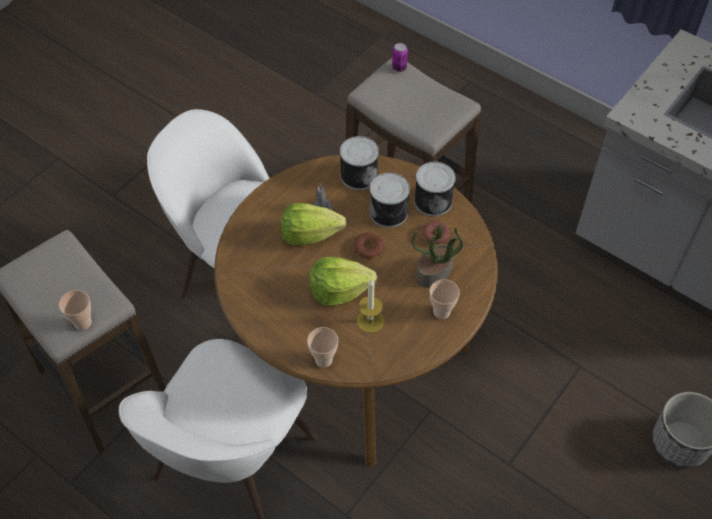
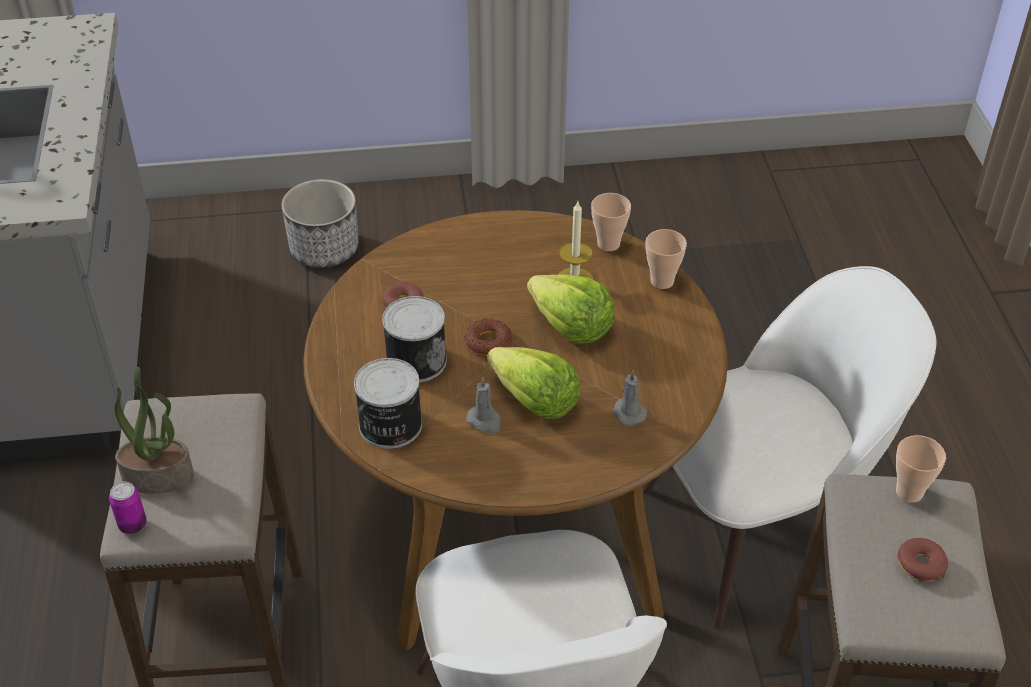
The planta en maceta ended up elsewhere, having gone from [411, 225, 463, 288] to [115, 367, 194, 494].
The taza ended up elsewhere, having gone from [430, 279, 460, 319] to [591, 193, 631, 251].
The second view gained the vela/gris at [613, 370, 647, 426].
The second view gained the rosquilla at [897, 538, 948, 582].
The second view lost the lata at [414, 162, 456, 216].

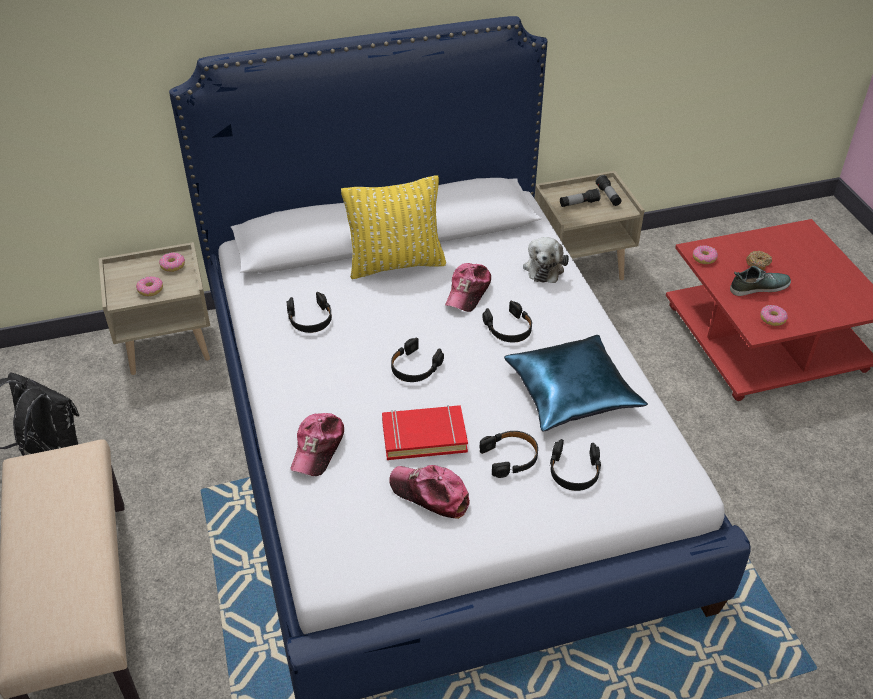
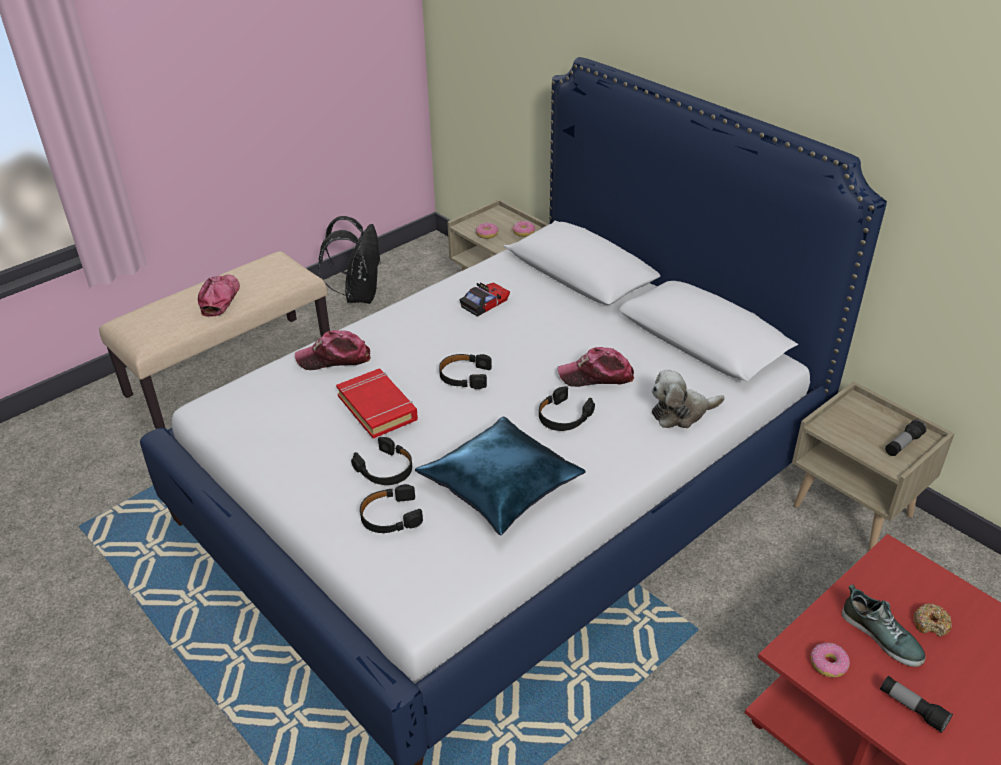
The gorra ended up elsewhere, having gone from [389, 465, 470, 519] to [198, 274, 240, 317].
Where the auriculares/negro stood at [287, 292, 332, 333], the coche de juguete came to stand at [459, 282, 510, 317].
The linterna ended up elsewhere, having gone from [560, 188, 600, 207] to [880, 676, 953, 733].
The second view lost the cojín/amarillo at [341, 176, 446, 279].
The second view lost the rosquilla at [693, 245, 718, 264].

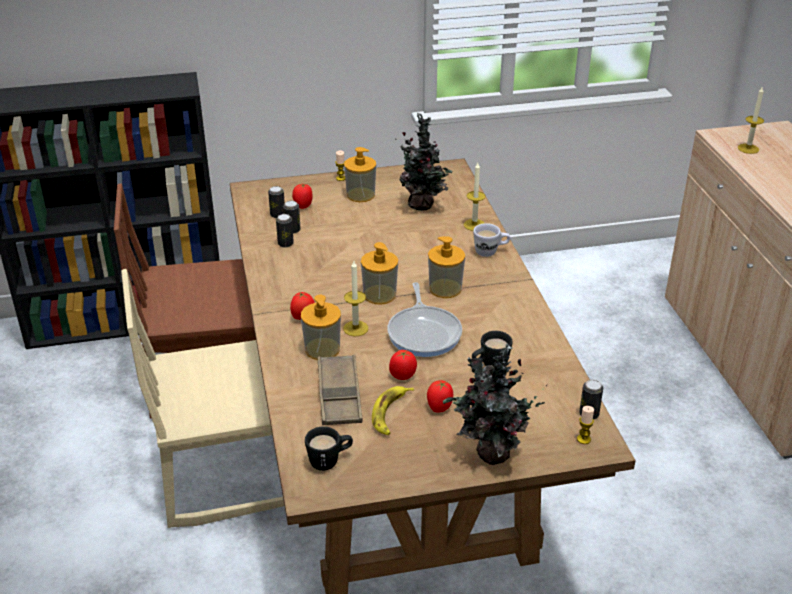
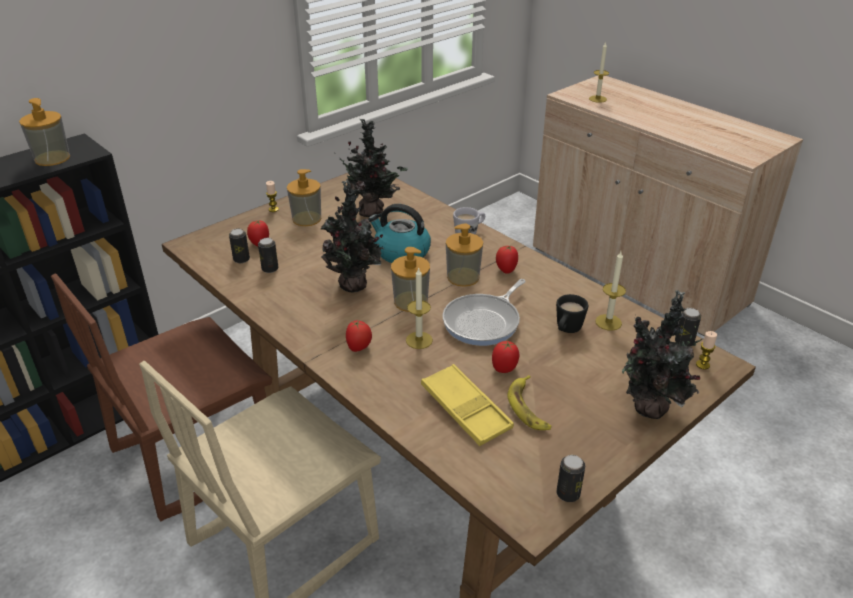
The dispensador de jabón ended up elsewhere, having gone from [301, 295, 341, 360] to [19, 98, 70, 166].
The second view gained the planta en maceta at [321, 180, 384, 292].
The second view gained the hervidor at [368, 204, 431, 263].
What was the bandeja/marrón at [318, 355, 362, 425] turned into the bandeja/amarillo at [421, 364, 514, 446].
The sartén at [387, 282, 462, 357] ended up facing another way, 75 degrees clockwise from before.
The tomate ended up elsewhere, having gone from [427, 380, 453, 413] to [496, 245, 518, 274].
The lata ended up elsewhere, having gone from [276, 214, 294, 248] to [557, 455, 585, 502].
The vela ended up elsewhere, having gone from [464, 163, 486, 231] to [595, 251, 626, 331].
The second view lost the taza grande/negro at [305, 426, 353, 471].

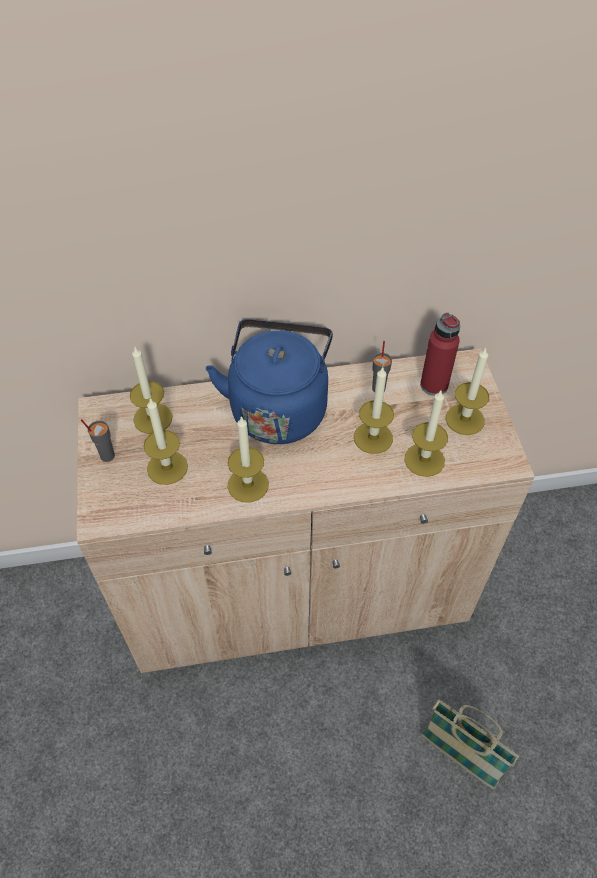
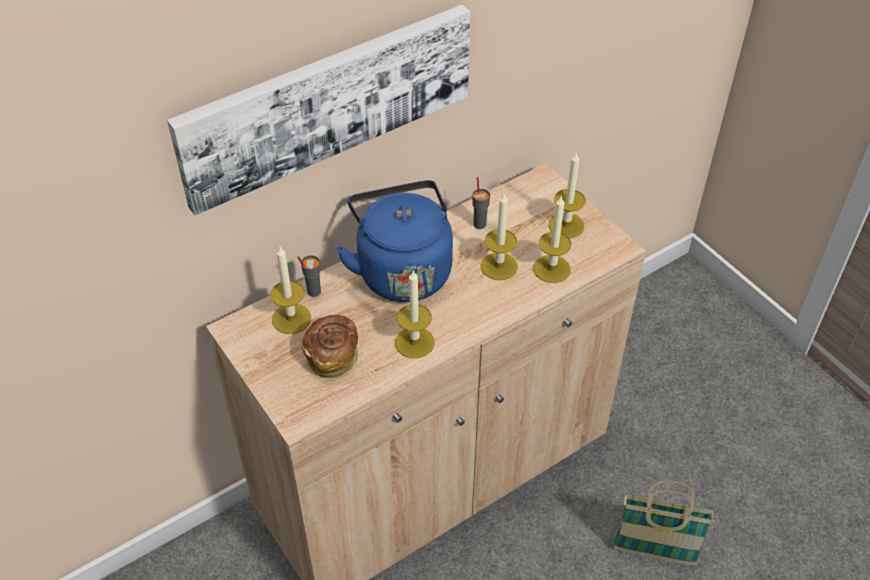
The second view gained the cuadro at [167, 5, 470, 215].
The taza/gris ended up elsewhere, having gone from [81, 419, 115, 462] to [298, 255, 321, 297].
Where the vela stood at [143, 398, 188, 485], the pan came to stand at [302, 315, 358, 378].
The second view lost the botella/rojo at [420, 312, 460, 396].

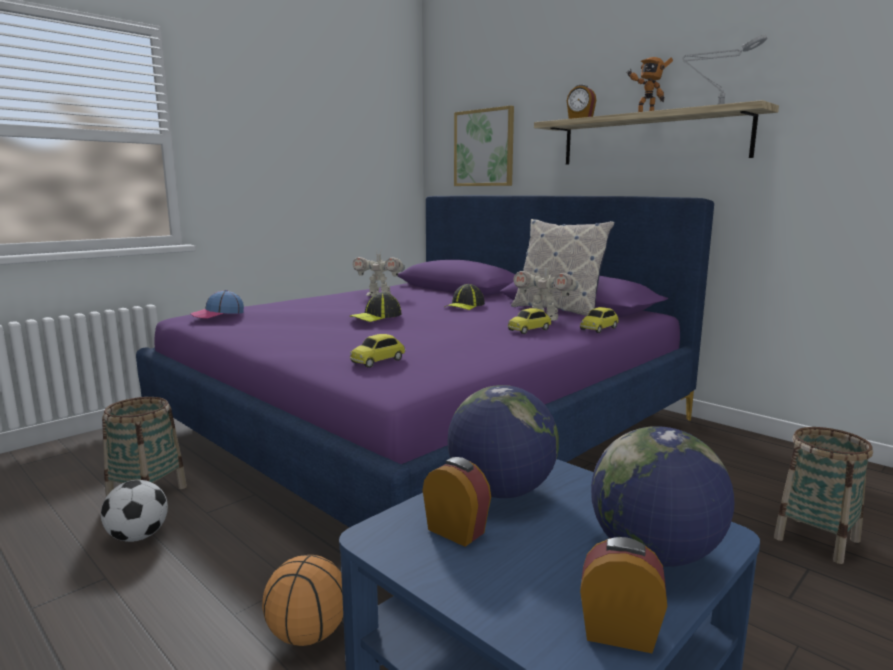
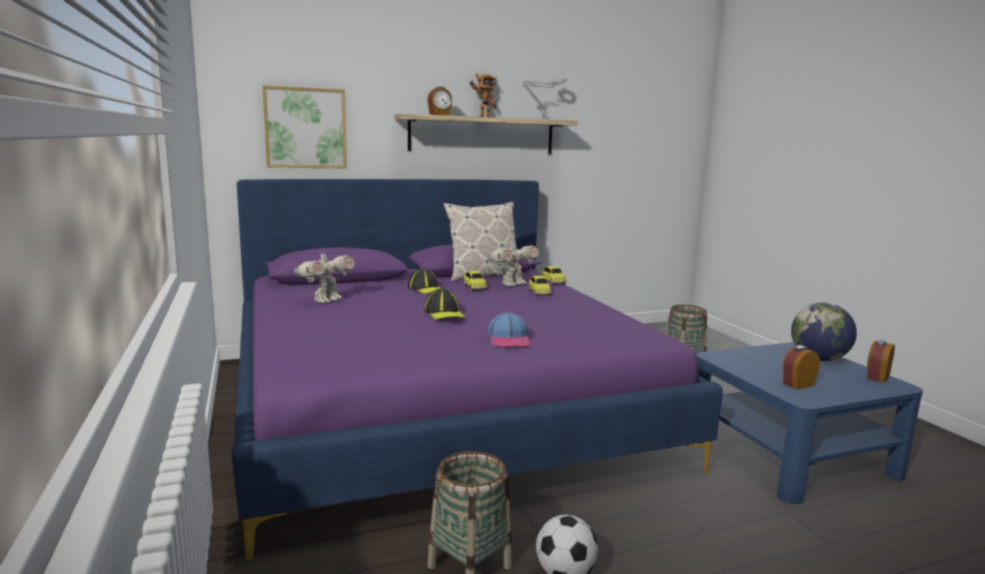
The coche de juguete ended up elsewhere, having gone from [350, 334, 405, 368] to [464, 271, 487, 291].
The gorra ended up elsewhere, having gone from [190, 290, 244, 319] to [488, 312, 530, 347].
The second view lost the balón de baloncesto at [262, 555, 343, 646].
The second view lost the globo terráqueo at [447, 385, 559, 498].

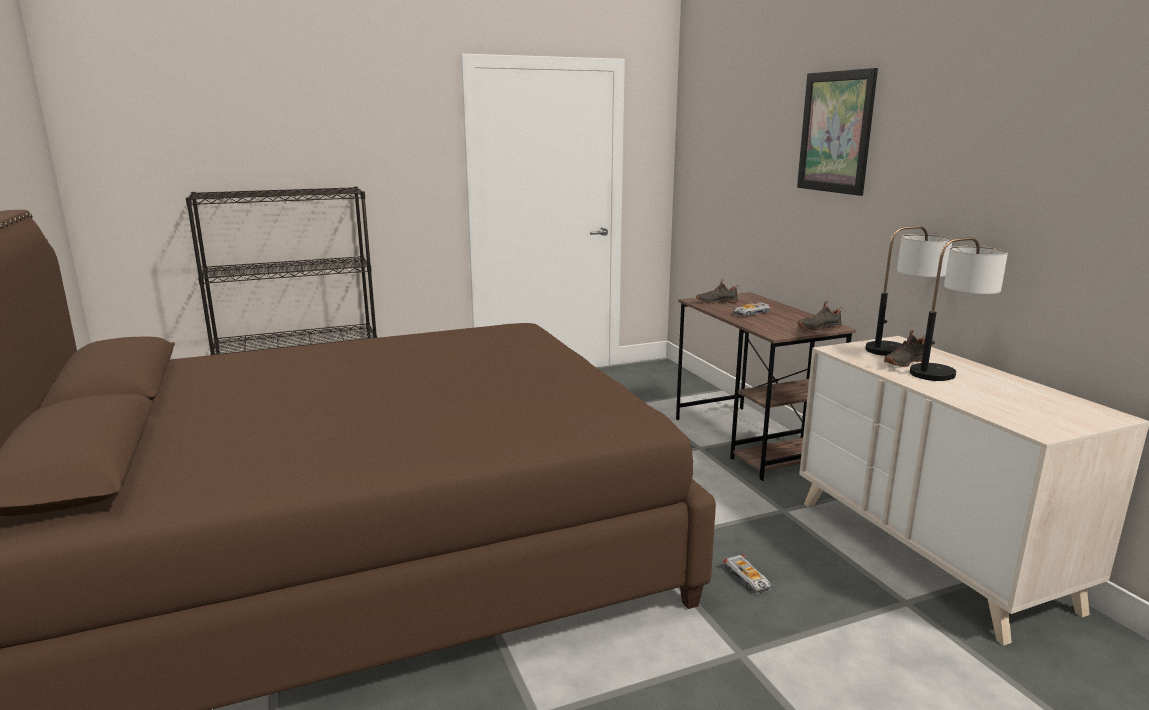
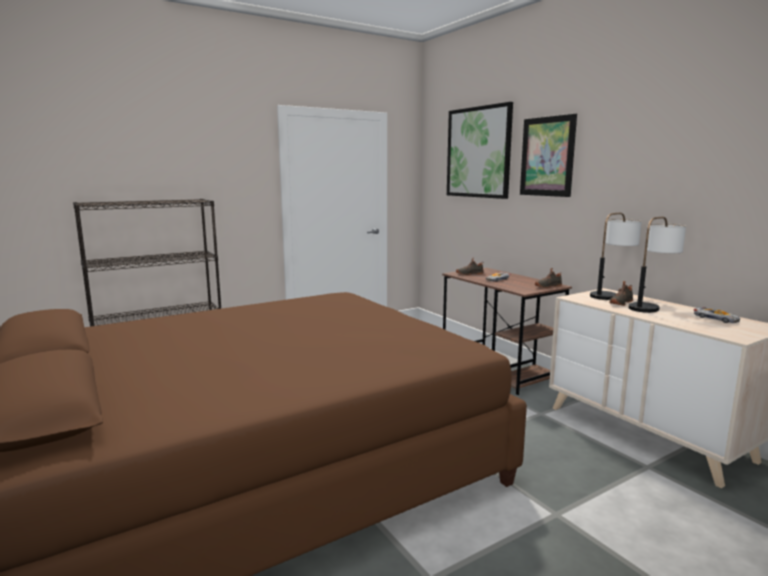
The second view gained the cuadro at [447, 102, 513, 199].
The coche de juguete ended up elsewhere, having gone from [722, 554, 771, 594] to [693, 307, 740, 323].

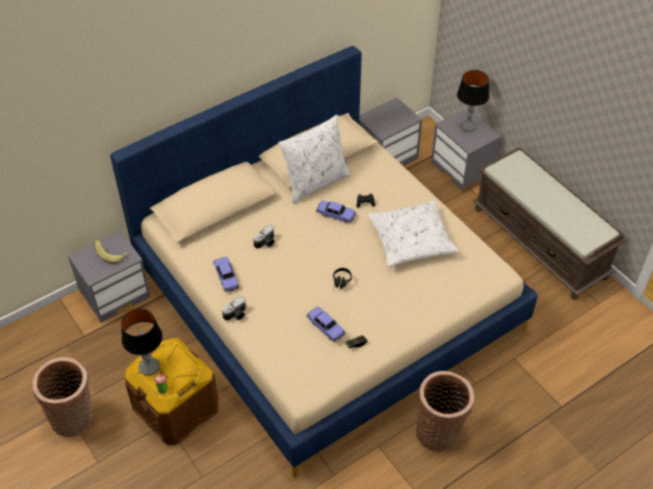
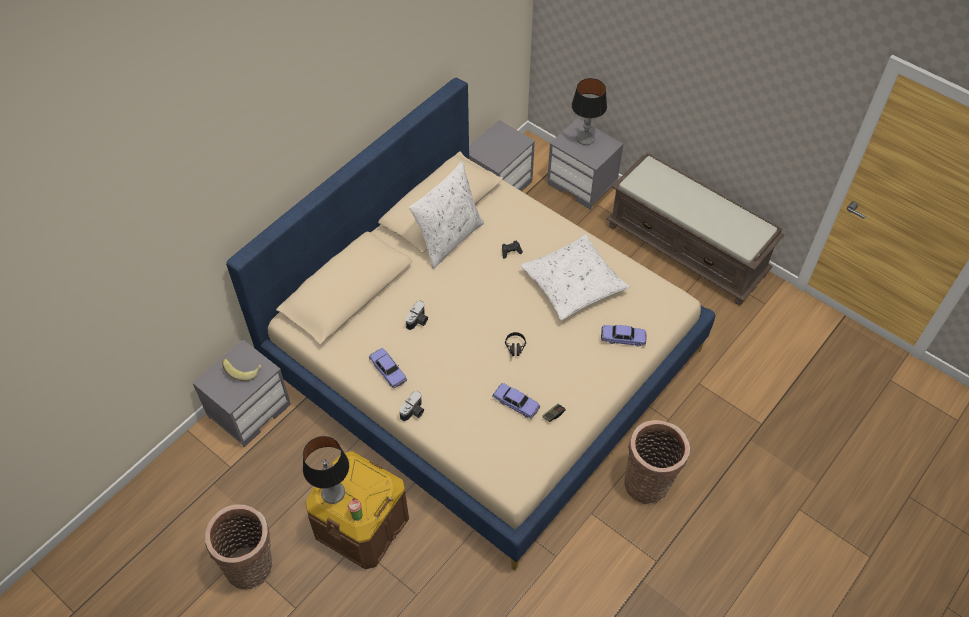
The coche de juguete ended up elsewhere, having gone from [316, 200, 356, 223] to [601, 325, 646, 347].

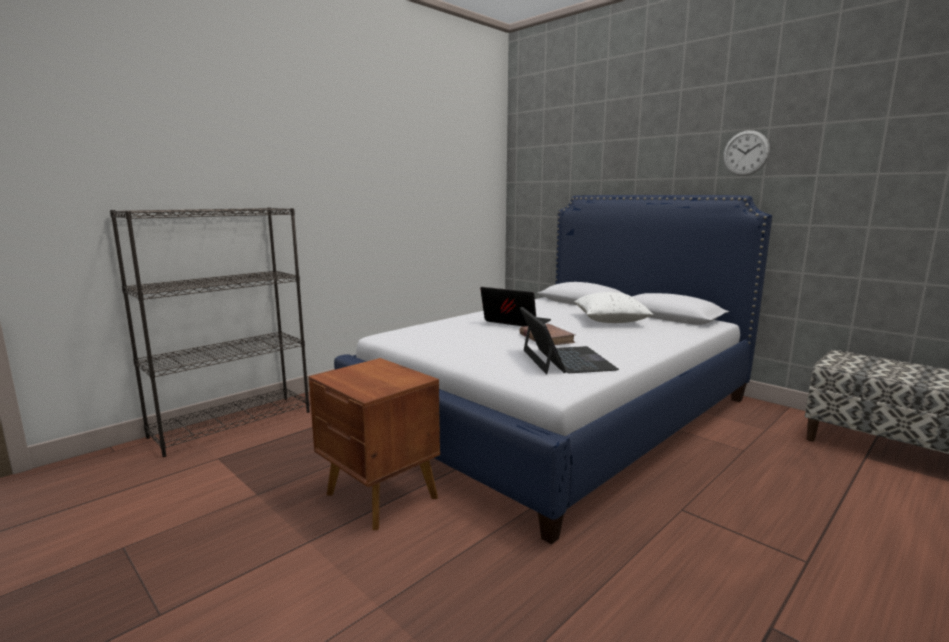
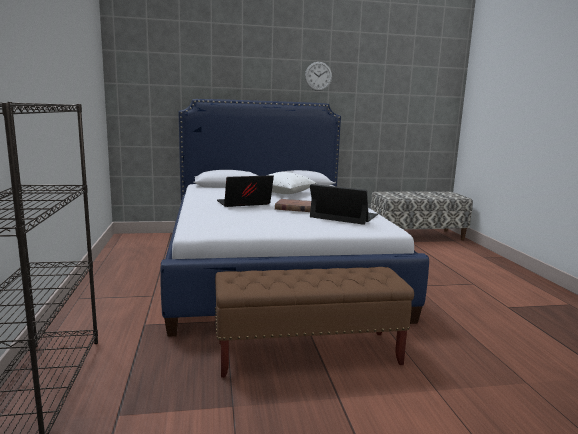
Where the mesita de noche/marrón stood at [309, 358, 440, 530], the banco/marrón came to stand at [215, 267, 414, 378].

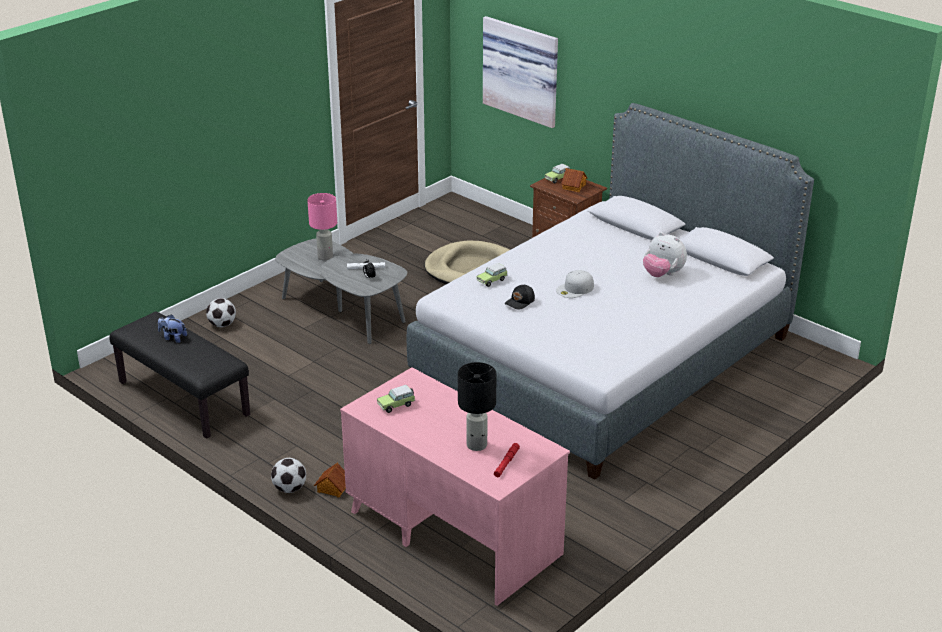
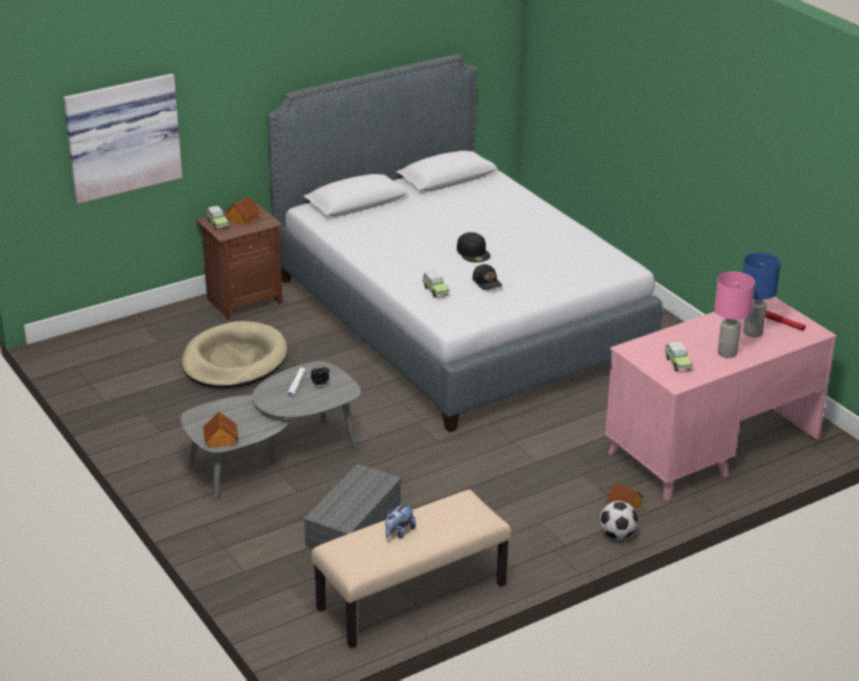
The second view gained the casita at [203, 412, 238, 448].
The second view gained the caja de almacenaje/gris at [304, 463, 402, 549].
What was the banco/negro at [109, 311, 250, 439] turned into the banco/beis at [311, 490, 511, 648].
What was the gorra/blanco at [556, 270, 594, 298] turned into the gorra/negro at [457, 232, 491, 262].
The lámpara de mesa/rosa ended up elsewhere, having gone from [307, 193, 337, 261] to [714, 272, 755, 358].
What was the lámpara de mesa/negro at [458, 362, 497, 451] turned into the lámpara de mesa/azul at [742, 253, 781, 337].
The second view lost the balón de fútbol at [206, 298, 236, 327].
The second view lost the peluche at [643, 232, 687, 277].

